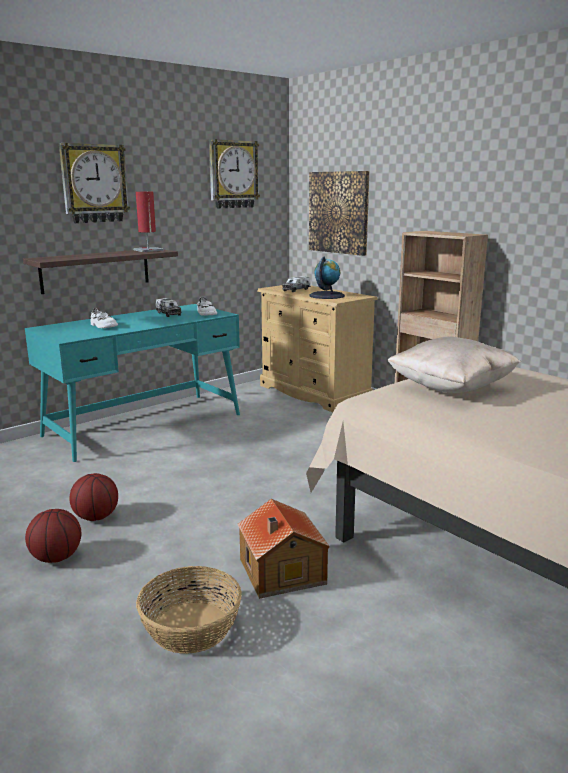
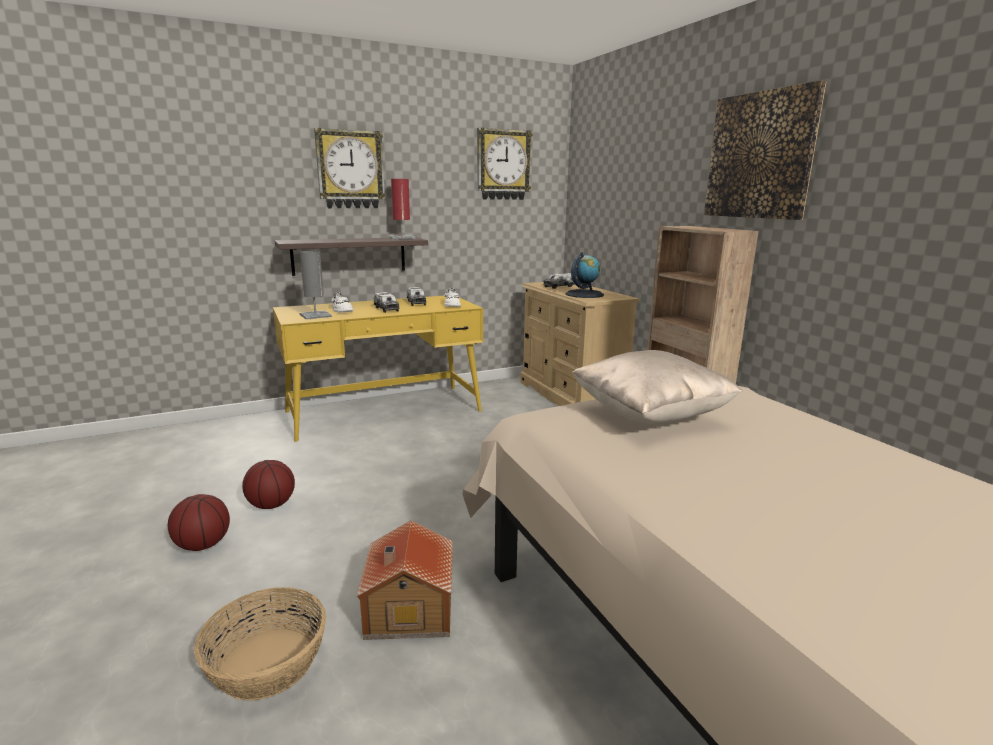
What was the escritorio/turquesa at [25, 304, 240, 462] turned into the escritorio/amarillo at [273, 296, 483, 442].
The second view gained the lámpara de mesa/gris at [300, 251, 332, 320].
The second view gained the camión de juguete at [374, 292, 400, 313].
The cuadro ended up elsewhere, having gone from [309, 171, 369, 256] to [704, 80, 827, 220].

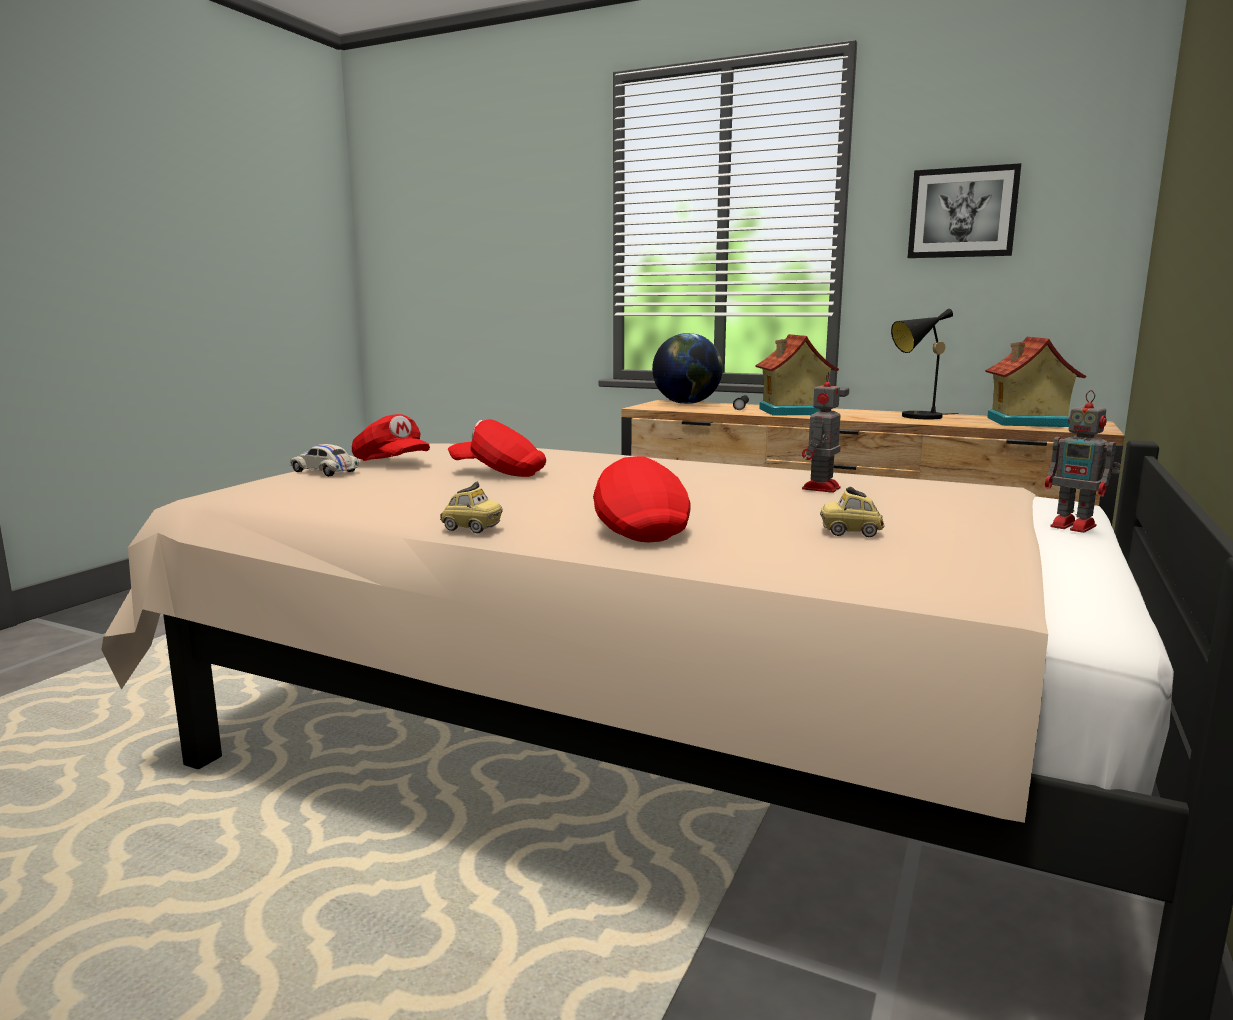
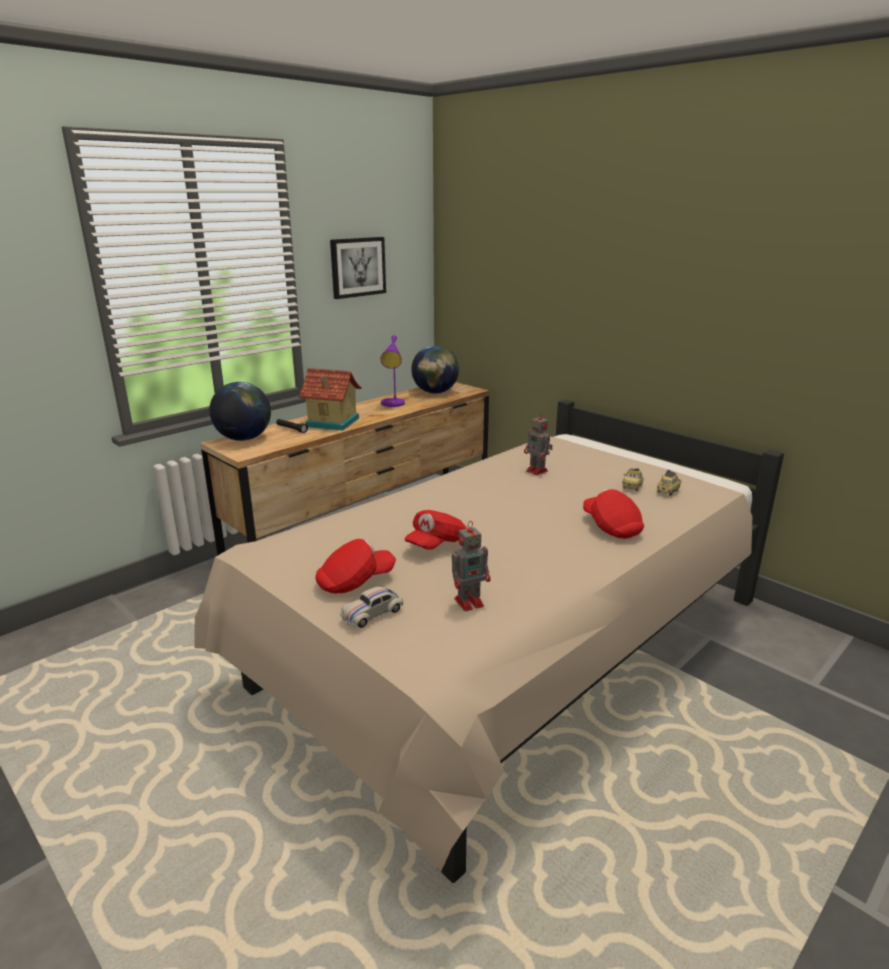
What was the lámpara de mesa/negro at [891, 308, 958, 420] turned into the lámpara de mesa/morado at [380, 335, 405, 407].
Where the casita stood at [985, 337, 1086, 427], the globo terráqueo came to stand at [411, 345, 459, 393].
The robot de juguete ended up elsewhere, having gone from [1045, 390, 1121, 533] to [452, 521, 491, 611].
The gorra/rojo at [593, 456, 691, 542] ended up facing another way, 60 degrees clockwise from before.
The coche de juguete ended up elsewhere, having gone from [440, 482, 503, 533] to [657, 470, 681, 496].

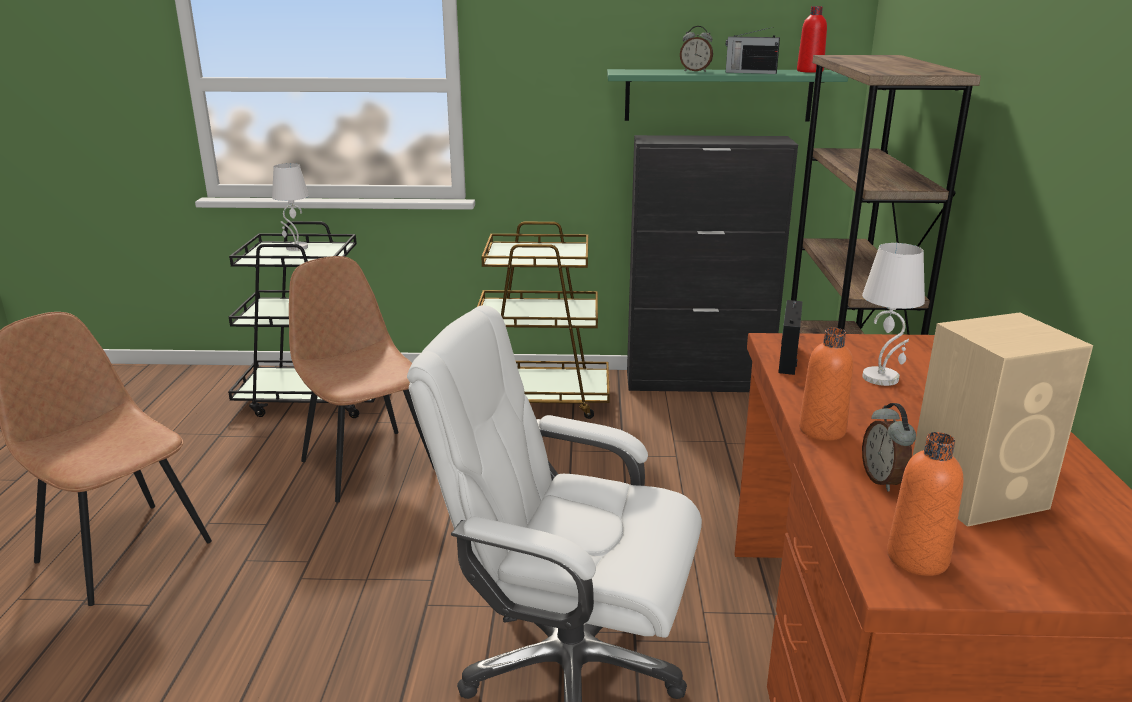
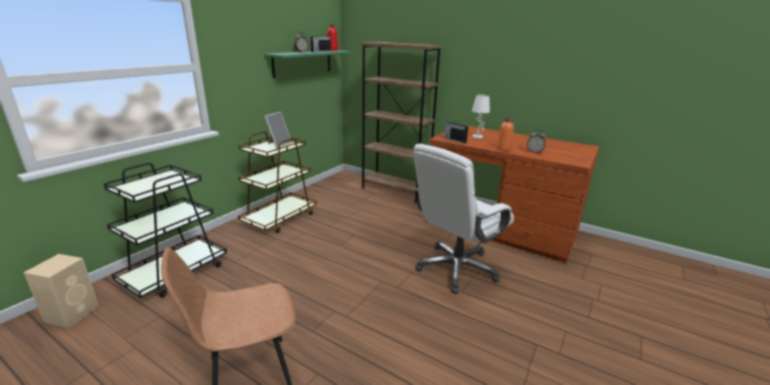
The altavoz/beis ended up elsewhere, having gone from [913, 312, 1093, 527] to [23, 254, 99, 328].
The second view gained the portarretratos at [264, 112, 292, 148].
The second view lost the lámpara de mesa/blanco at [272, 163, 309, 251].
The second view lost the silla/marrón at [289, 256, 435, 502].
The second view lost the armario/negro at [627, 135, 798, 392].
The second view lost the botella/naranja at [887, 432, 964, 576].

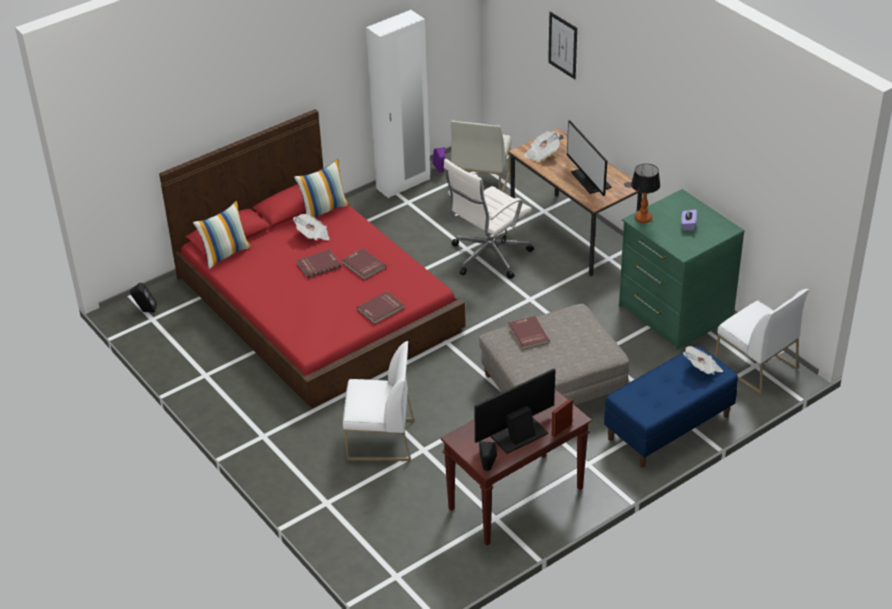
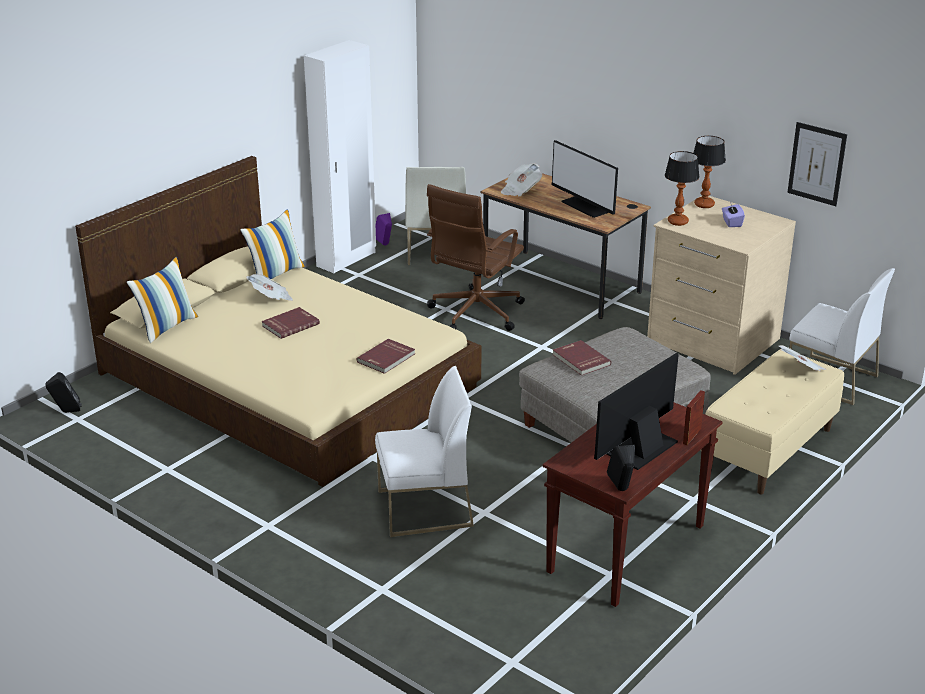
What was the cama/rojo at [159, 109, 466, 409] turned into the cama/beis at [75, 156, 482, 487].
What was the silla de oficina/blanco at [444, 159, 534, 279] turned into the silla de oficina/marrón at [427, 184, 525, 331].
What was the cómoda/verde at [619, 189, 745, 350] turned into the cómoda/beis at [647, 196, 796, 375].
The second view gained the lámpara de mesa at [693, 136, 726, 208].
What was the banco/azul at [604, 345, 738, 468] turned into the banco/beis at [701, 349, 844, 494].
The cuadro ended up elsewhere, having gone from [548, 12, 577, 79] to [787, 122, 847, 206].
The second view lost the libro/rojo at [341, 248, 386, 280].

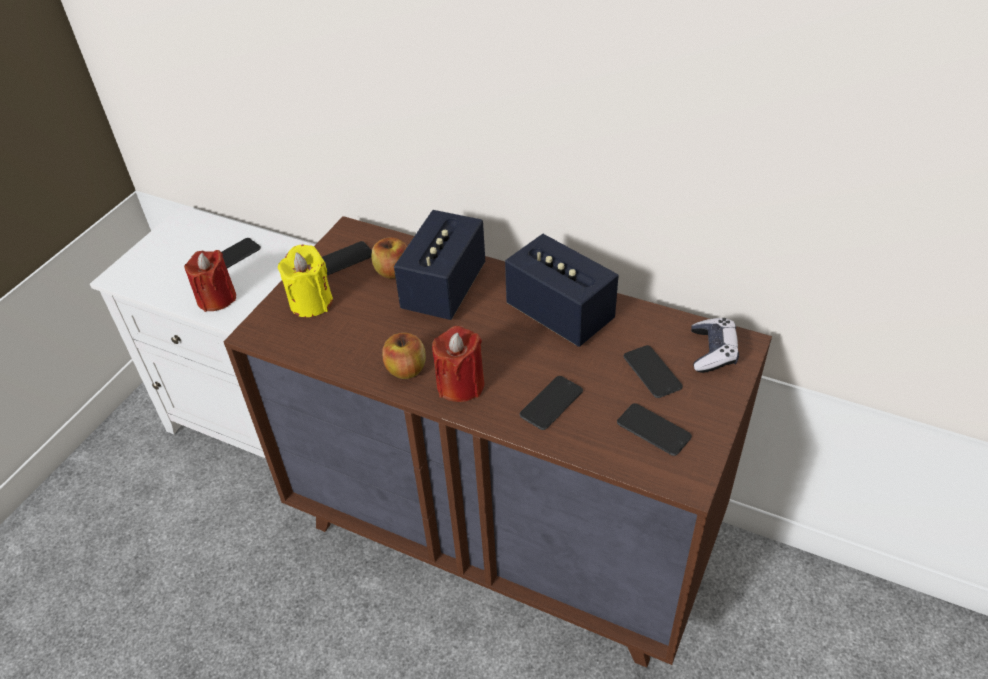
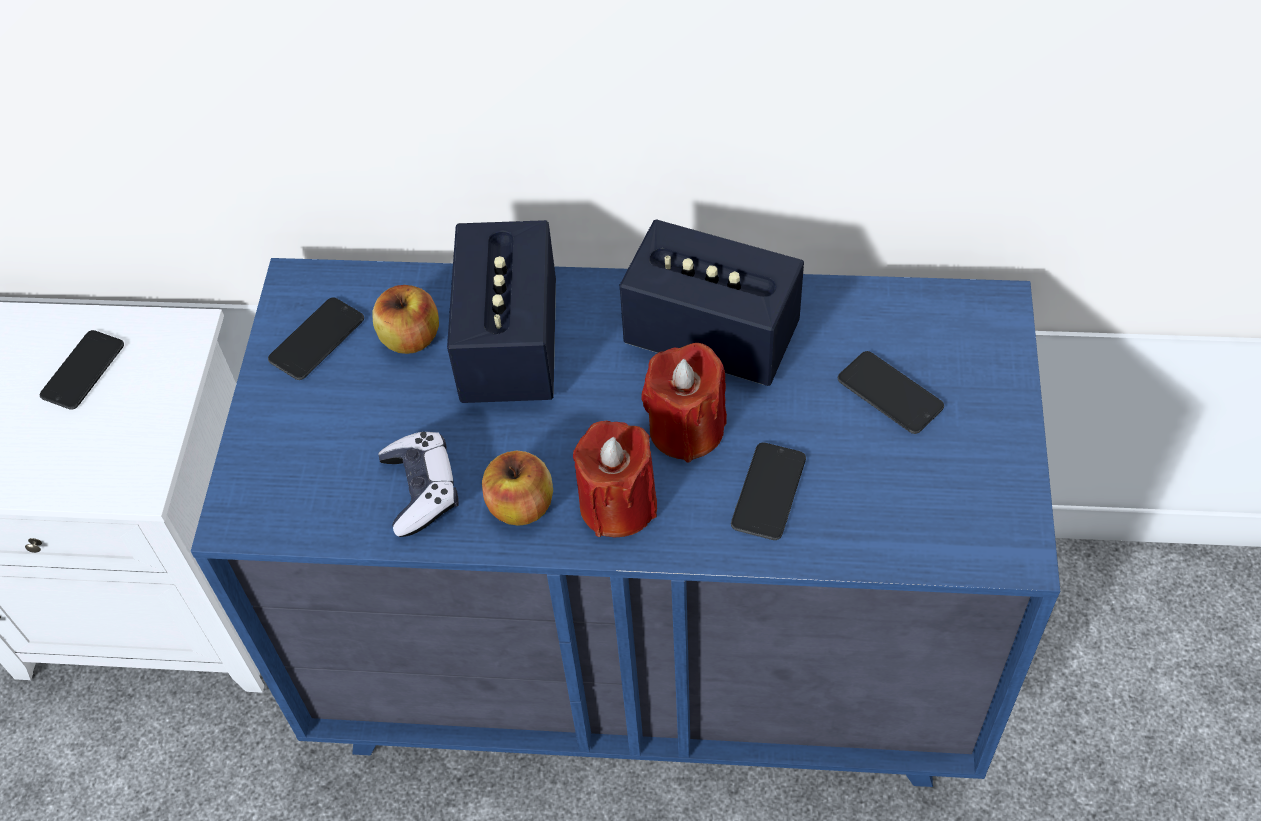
What was the cómoda/marrón at [223, 216, 772, 668] turned into the cómoda/azul at [191, 258, 1060, 787].
The mando de consola ended up elsewhere, having gone from [691, 318, 739, 373] to [378, 432, 459, 537].
The vela/rojo ended up elsewhere, having gone from [184, 250, 236, 312] to [641, 343, 727, 462].
The second view lost the vela/amarillo at [278, 244, 333, 317].
The second view lost the móvil at [617, 403, 692, 456].

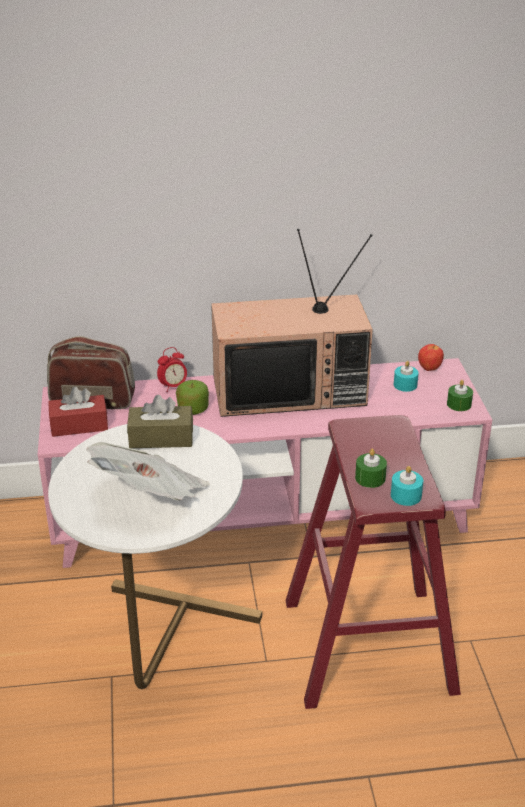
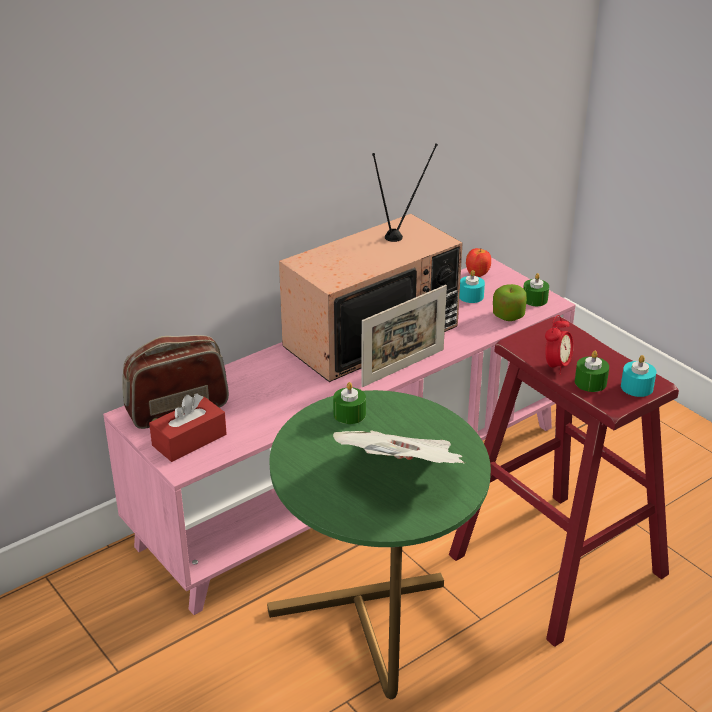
What was the mesa auxiliar/blanco at [48, 424, 262, 689] turned into the mesa auxiliar/verde at [267, 390, 491, 699].
Where the caja de pañuelos/marrón stood at [127, 395, 193, 448], the vela/verde came to stand at [333, 382, 366, 424].
The second view gained the portarretratos at [361, 285, 447, 387].
The manzana ended up elsewhere, having gone from [176, 380, 209, 415] to [493, 284, 527, 321].
The despertador ended up elsewhere, having gone from [157, 347, 187, 392] to [545, 315, 573, 375].

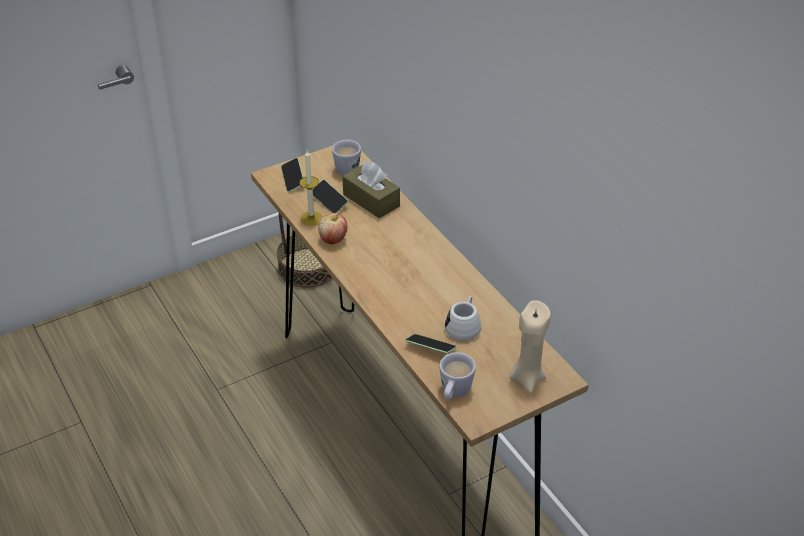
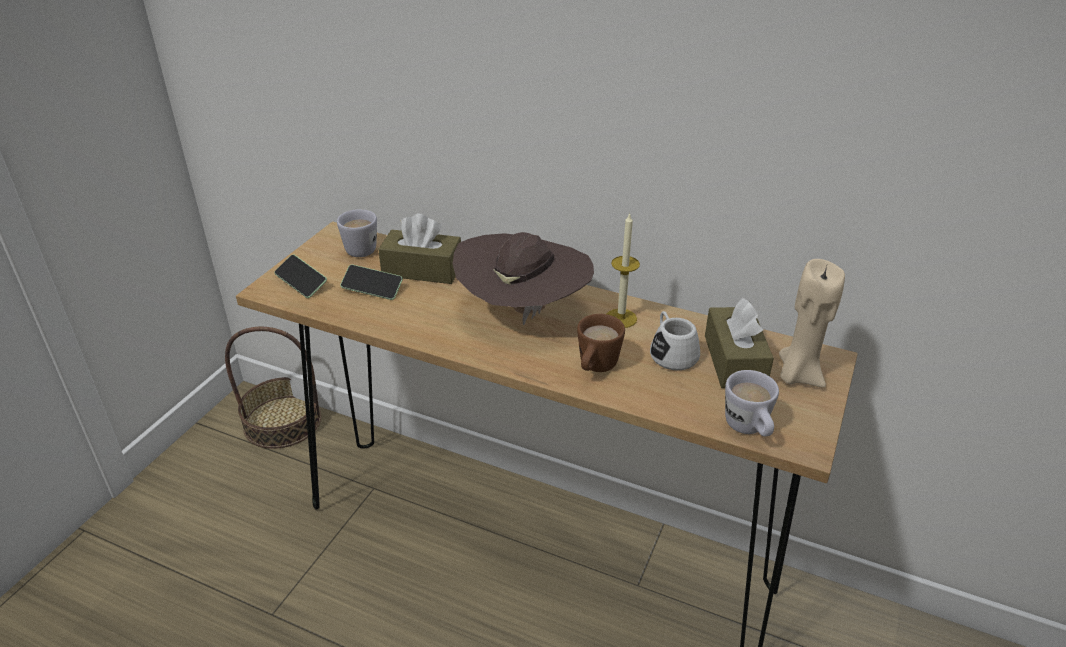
The second view gained the sombrero/marrón at [453, 232, 594, 325].
The second view gained the taza grande/marrón at [577, 314, 625, 372].
The vela ended up elsewhere, having gone from [300, 151, 323, 226] to [607, 213, 640, 328].
The second view gained the caja de pañuelos/marrón at [705, 298, 774, 388].
The second view lost the manzana at [318, 213, 348, 244].
The second view lost the móvil at [405, 334, 457, 353].

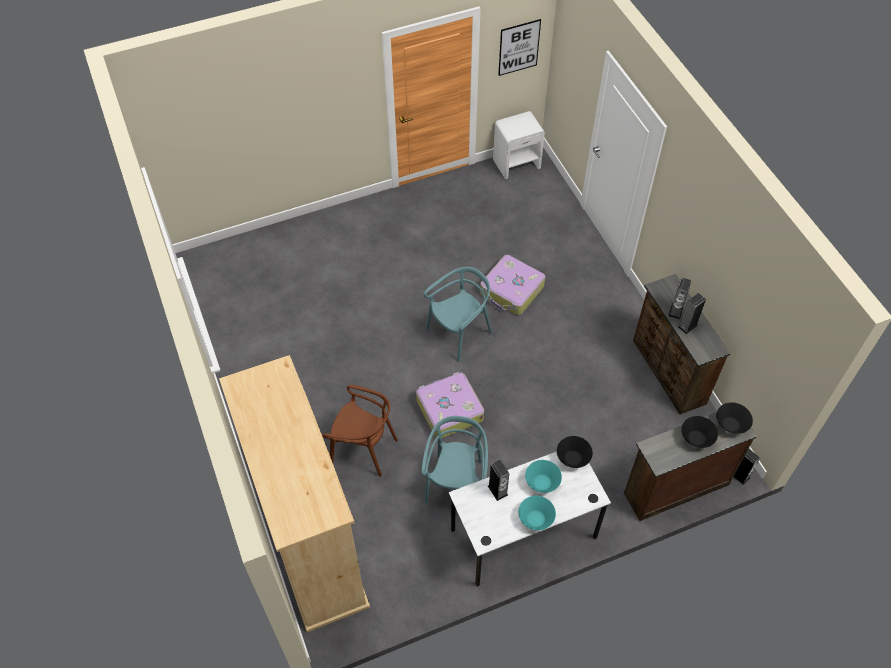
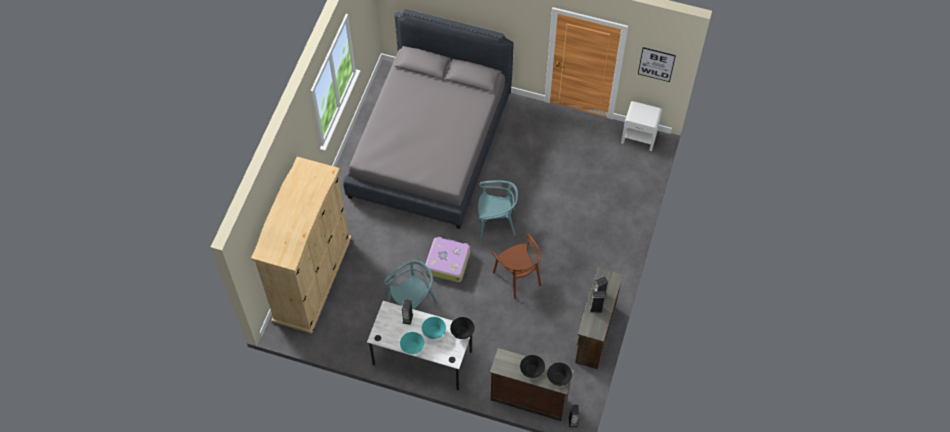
The second view gained the cama/gris at [344, 9, 514, 229].
The silla/marrón ended up elsewhere, having gone from [322, 385, 398, 477] to [492, 234, 541, 299].
The second view lost the maleta at [480, 255, 545, 315].

